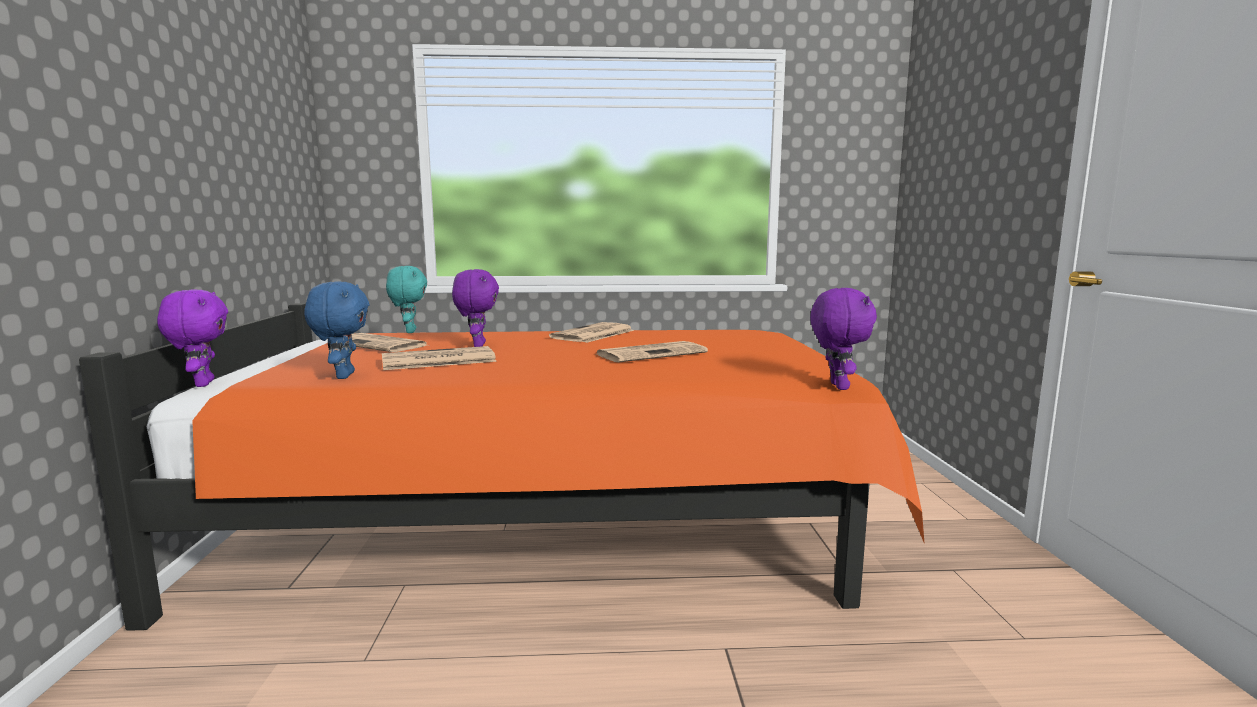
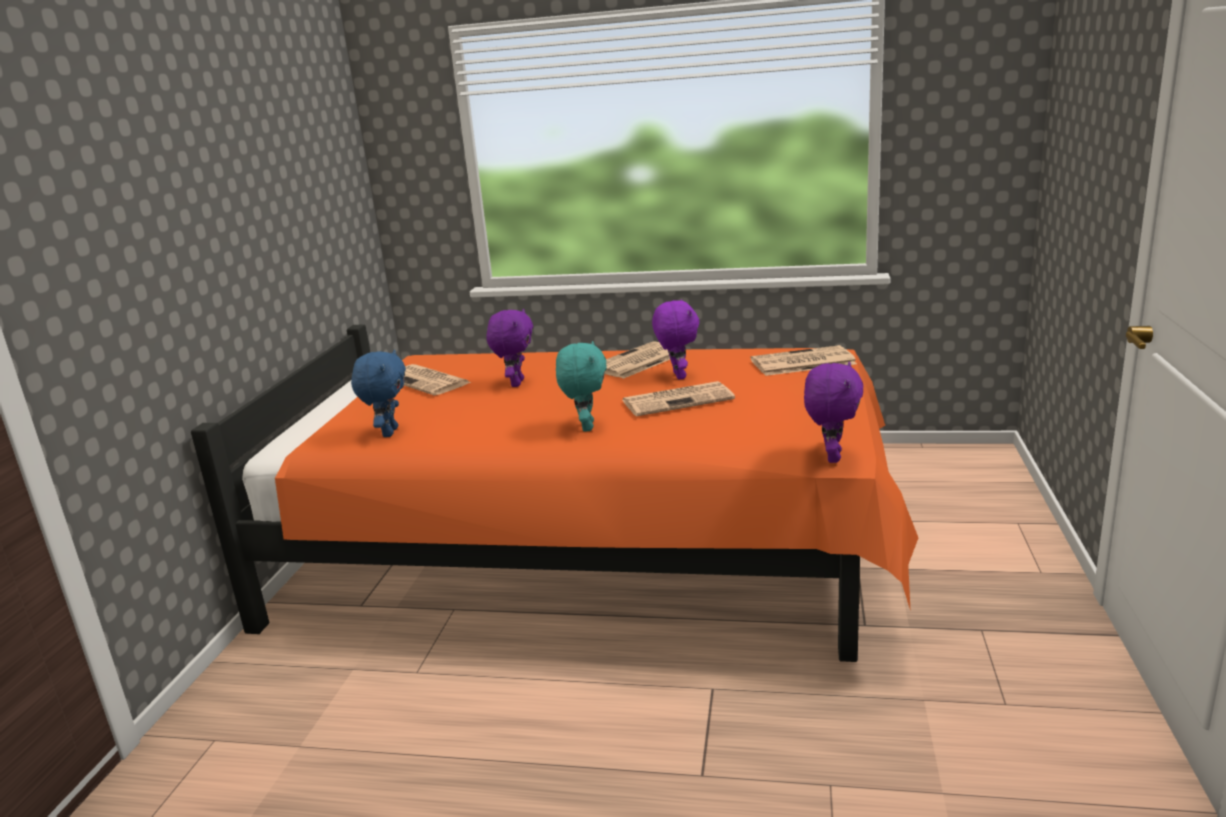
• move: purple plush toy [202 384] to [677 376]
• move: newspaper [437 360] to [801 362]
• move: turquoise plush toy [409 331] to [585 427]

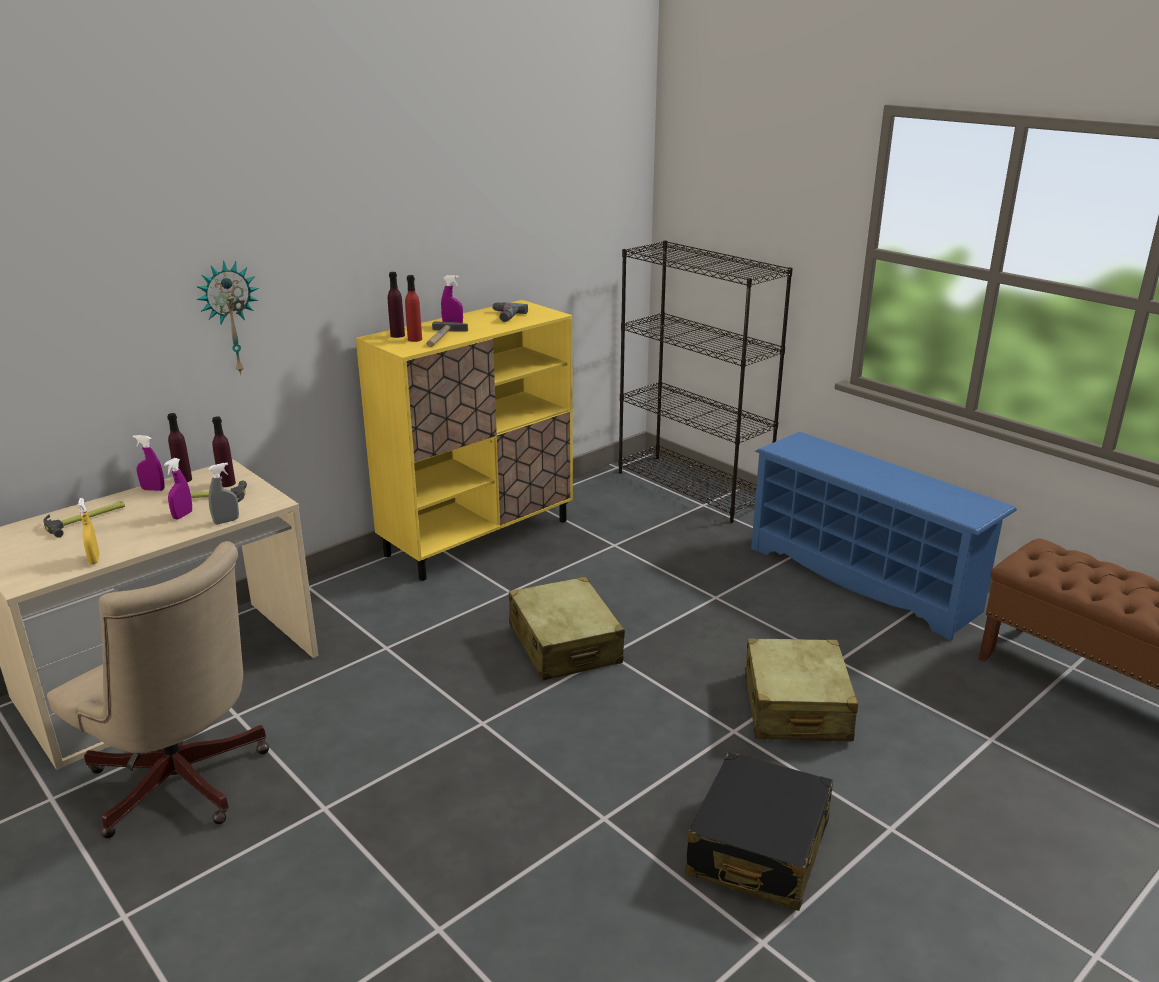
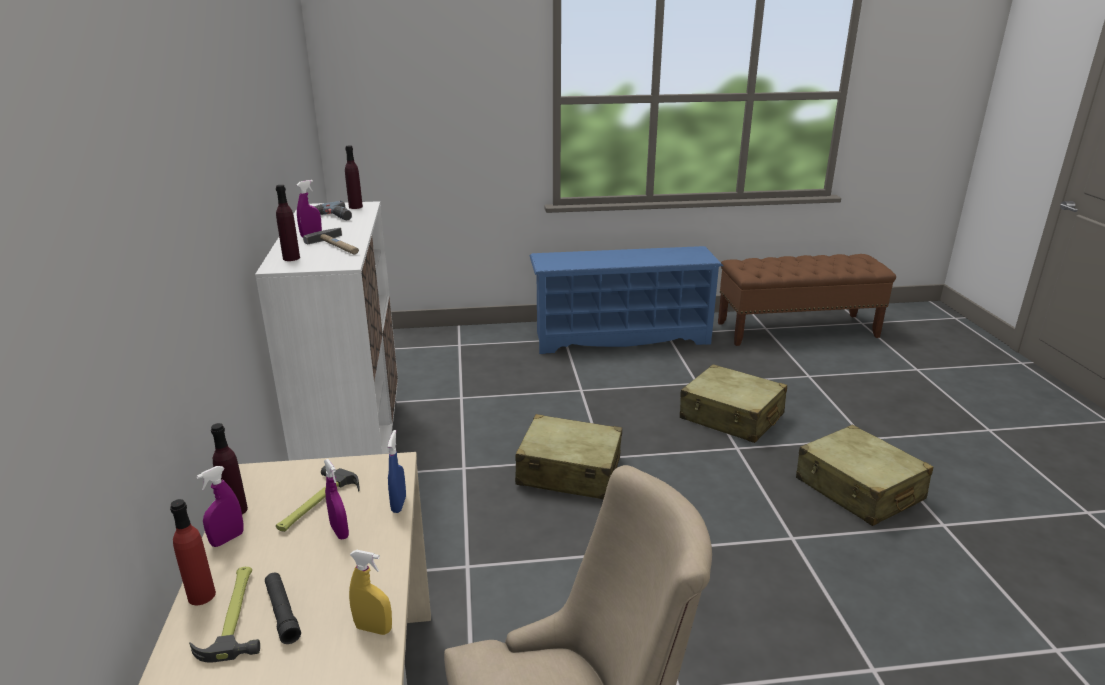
• delete: wall clock [229 318]
• delete: black bookcase [693 488]
• insert: black flashlight [282 613]
• move: purple bottle [227 483] to [355 207]
• move: red bottle [415 339] to [201 595]
• recolor: grey spray bottle [226 521] to blue spray bottle [399 504]
• recolor: yellow cabinet [478 537] to white cabinet [355 450]
• recolor: black suitcase [758 848] to beige suitcase [859 489]

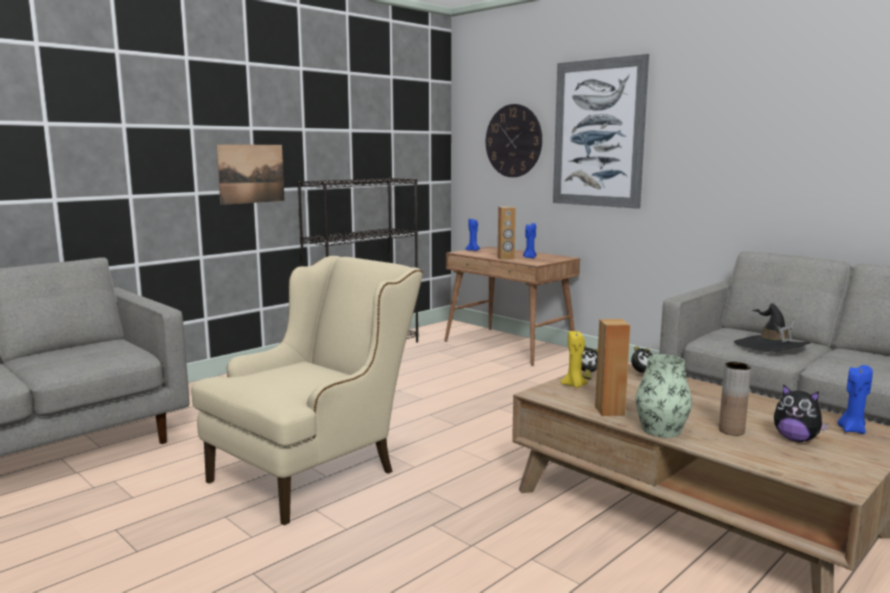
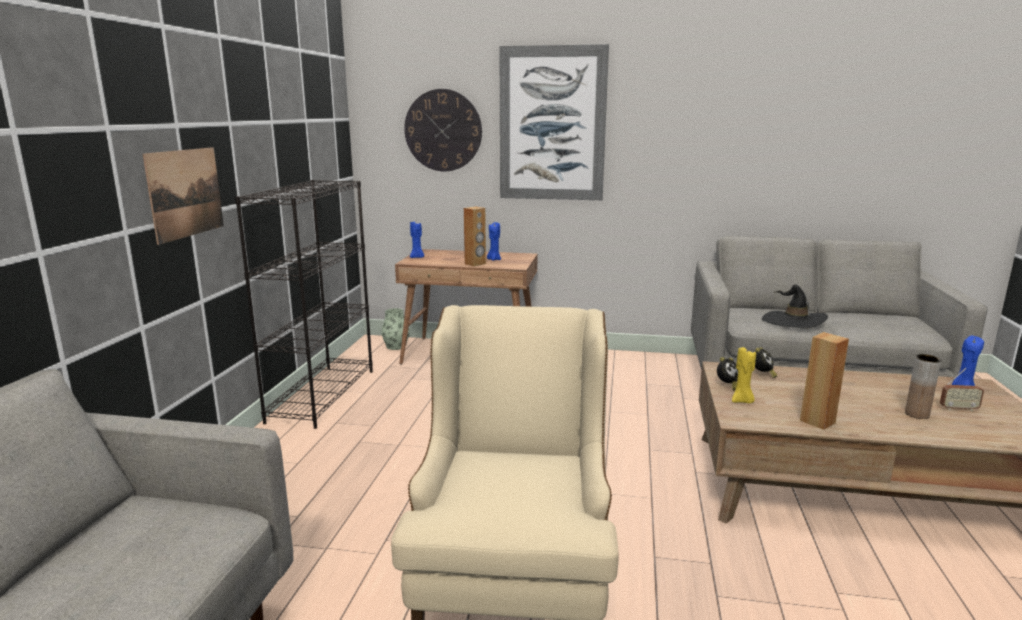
• move: vase [661 430] to [396 346]
• replace: plush toy [796 439] to radio [958 409]

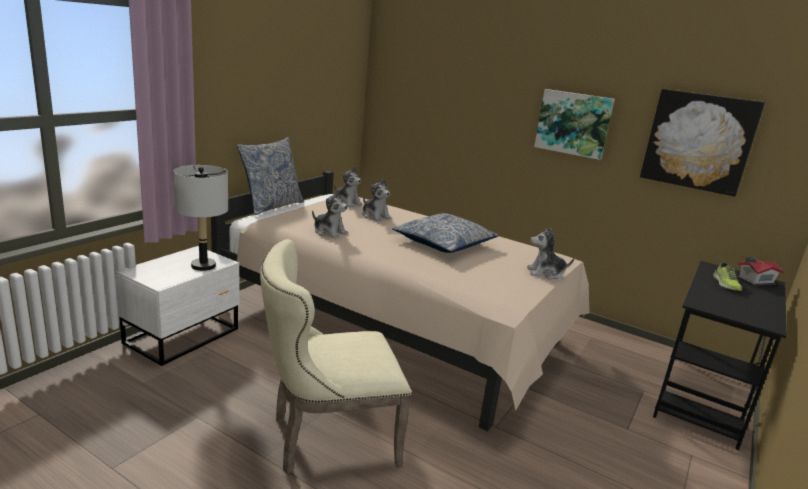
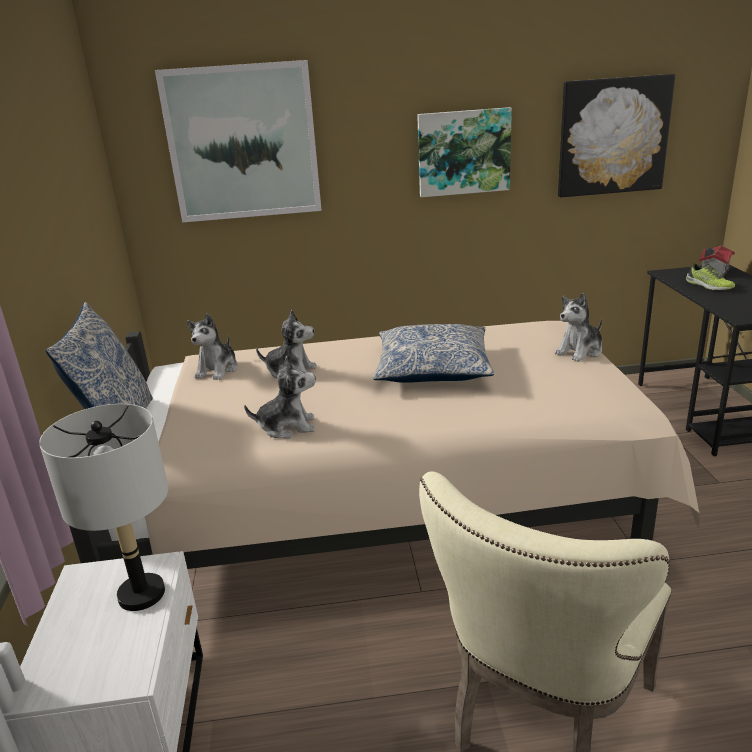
• insert: picture [243 143]
• rotate: plush toy [347 203] = [218 370] 105 degrees clockwise

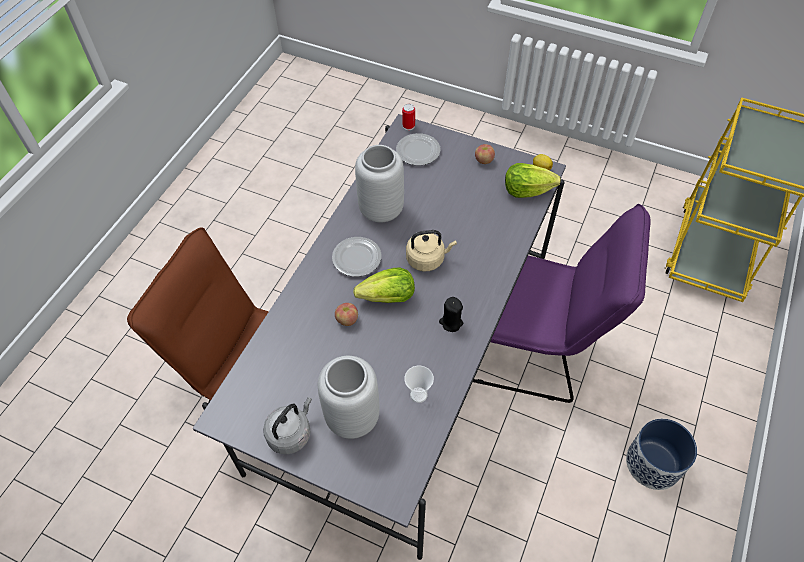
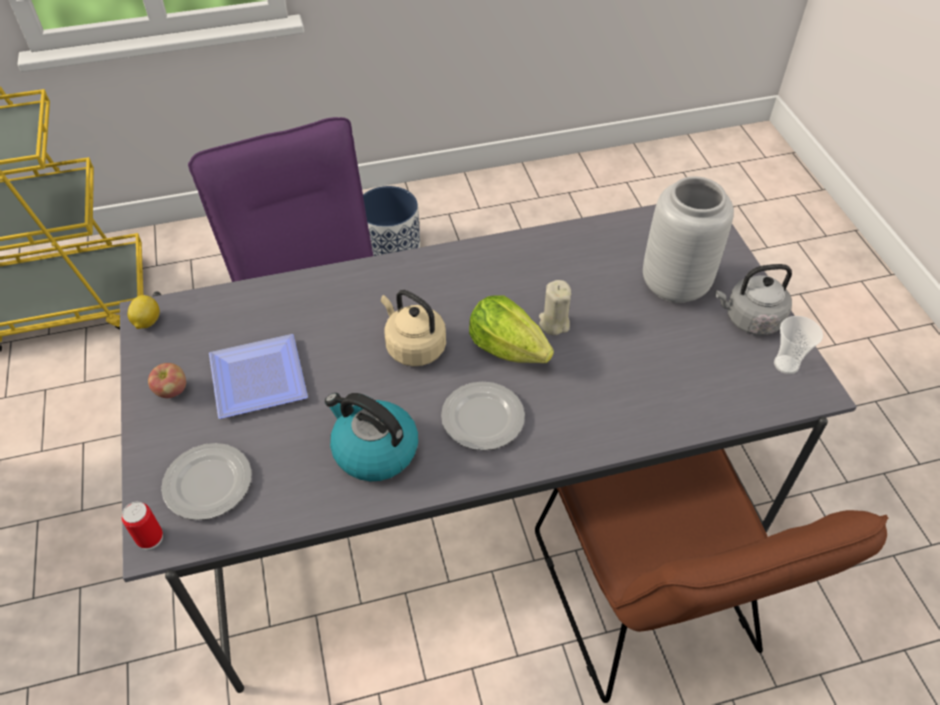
• delete: apple [347 320]
• delete: black candle [451 322]
• delete: lettuce [526 190]
• insert: plate [262 380]
• insert: beige candle [554 323]
• move: cup [418 395] to [786 364]
• replace: grey vase [380 210] to kettle [374 450]

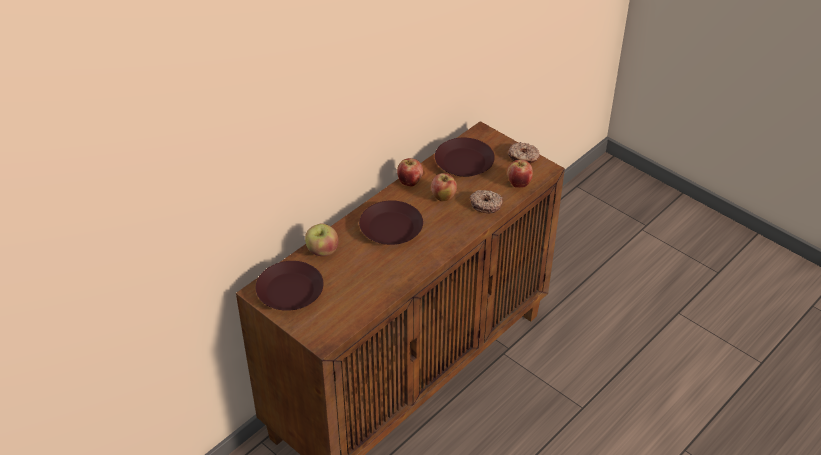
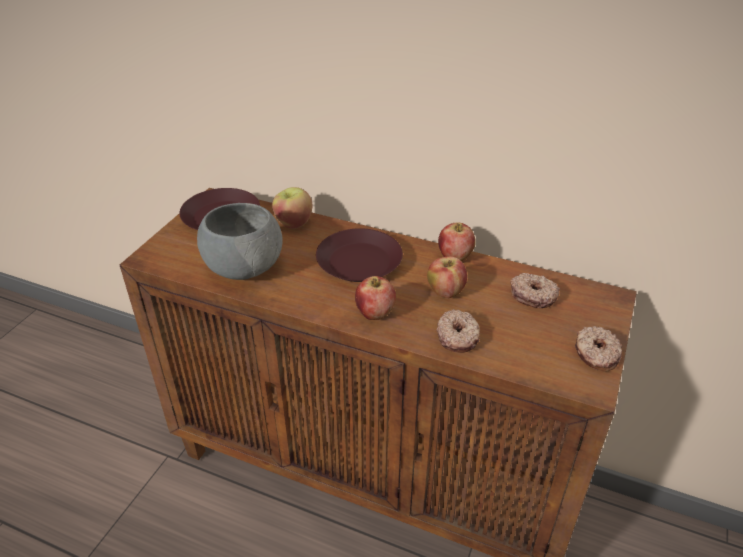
• insert: grey bowl [243 268]
• move: apple [519 183] to [375 314]
• replace: brown plate [464 162] to donut [533 295]

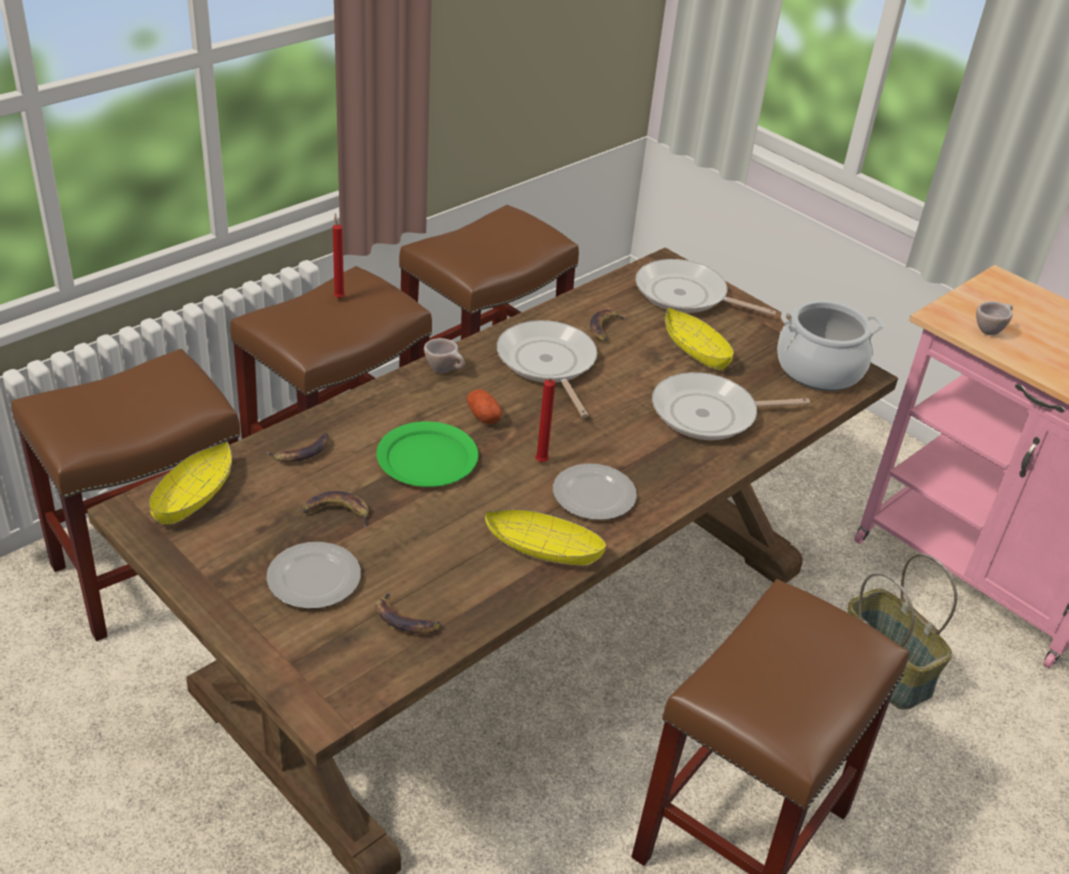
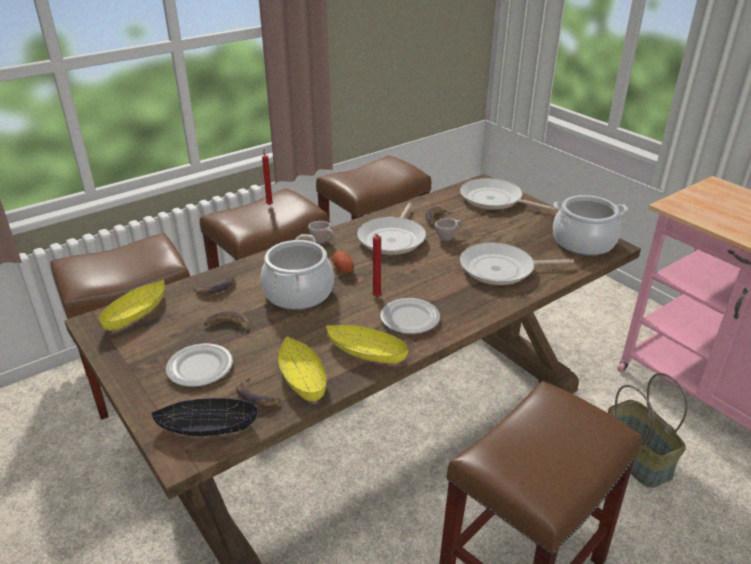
• insert: black bowl [207 426]
• move: yellow bowl [695 349] to [302 378]
• move: beige cup [990 330] to [448 238]
• replace: green plate [426 458] to cooking pot [298 293]
• rotate: frying pan [547 364] = [393 238] 150 degrees counterclockwise

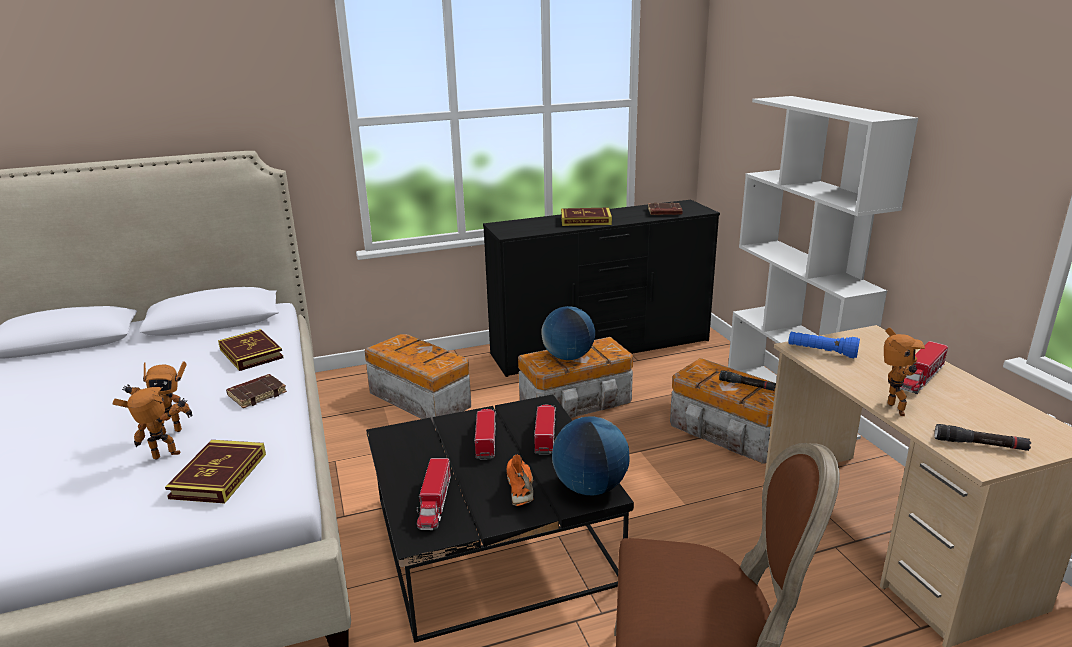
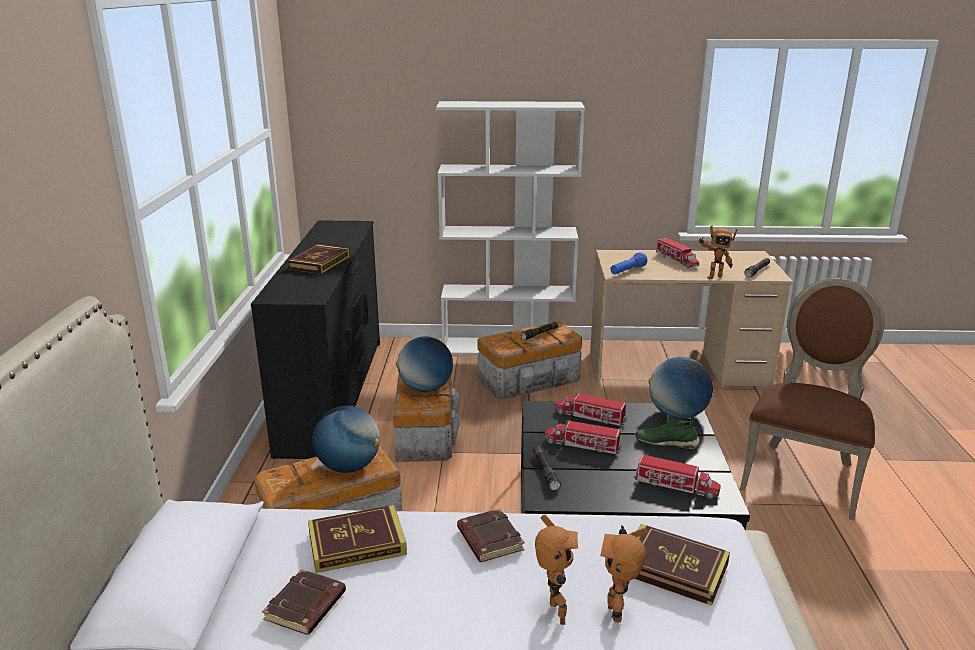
• insert: globe [349 467]
• insert: black flashlight [545 472]
• move: brown book [664 212] to [306 607]
• recolor: orange shoe [520 487] to green shoe [666 442]
• rotate: toy robot [892 410] = [713 276] 150 degrees clockwise

